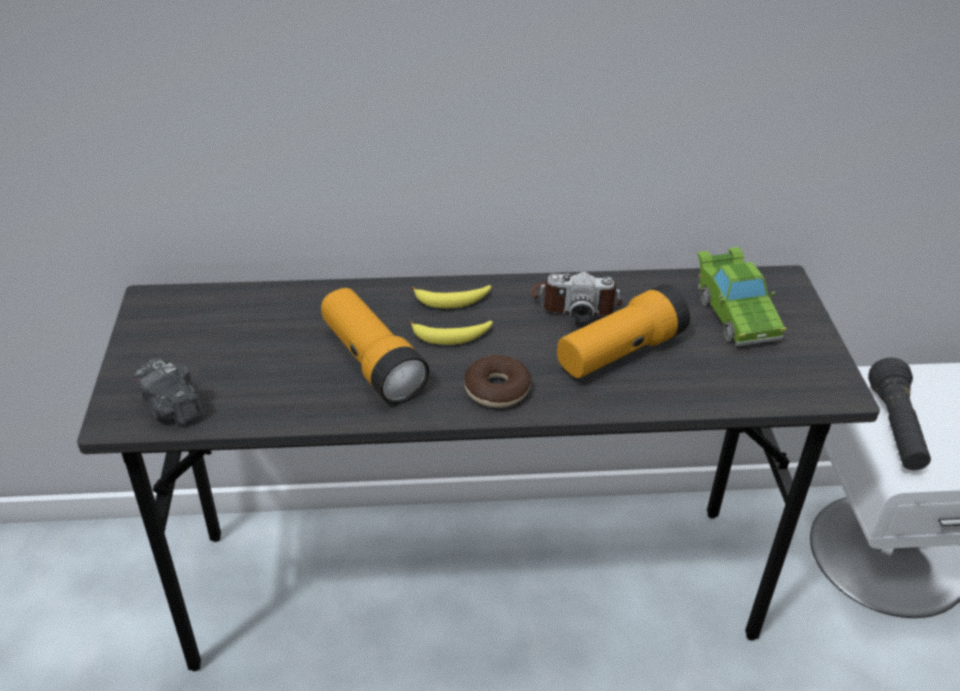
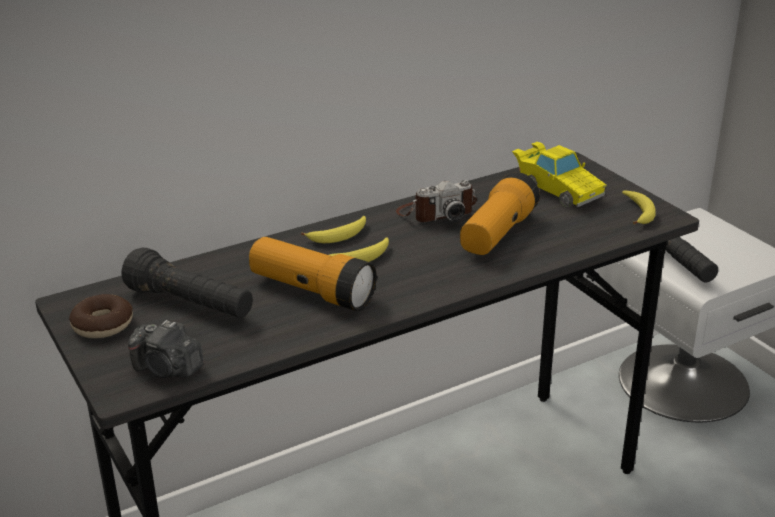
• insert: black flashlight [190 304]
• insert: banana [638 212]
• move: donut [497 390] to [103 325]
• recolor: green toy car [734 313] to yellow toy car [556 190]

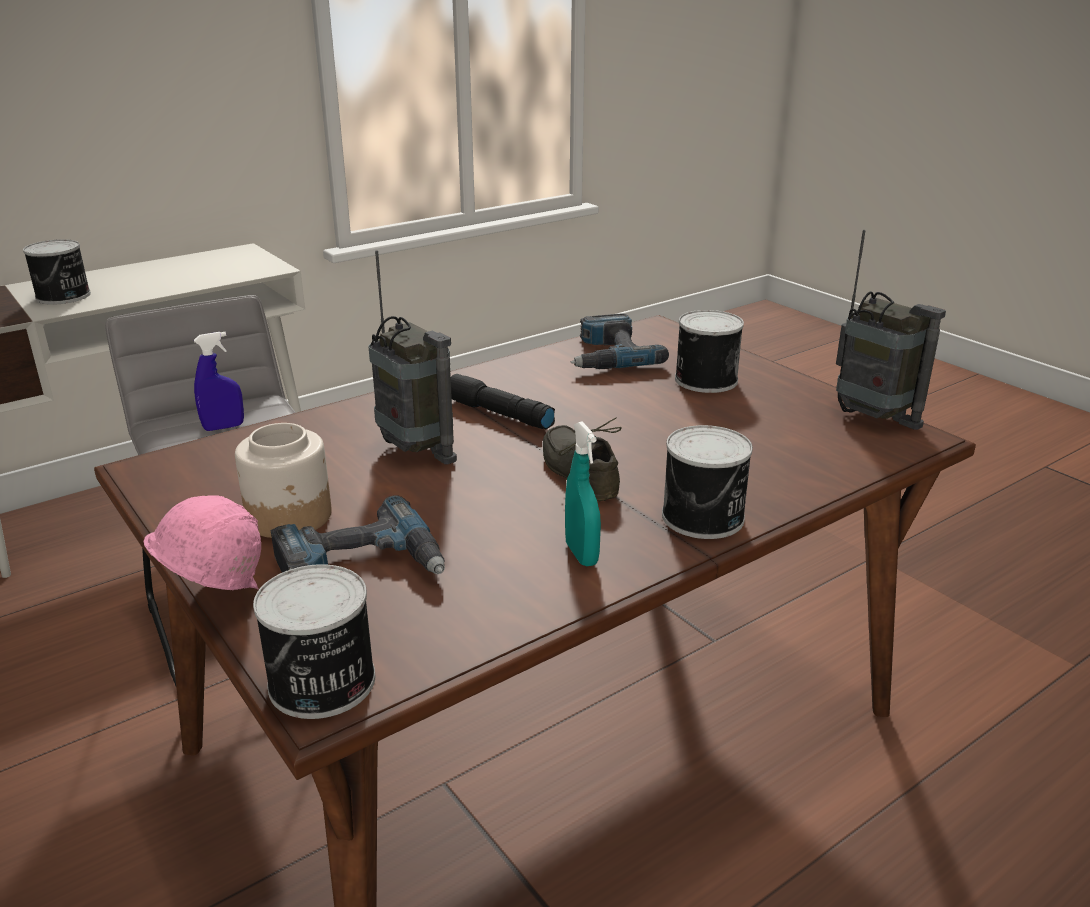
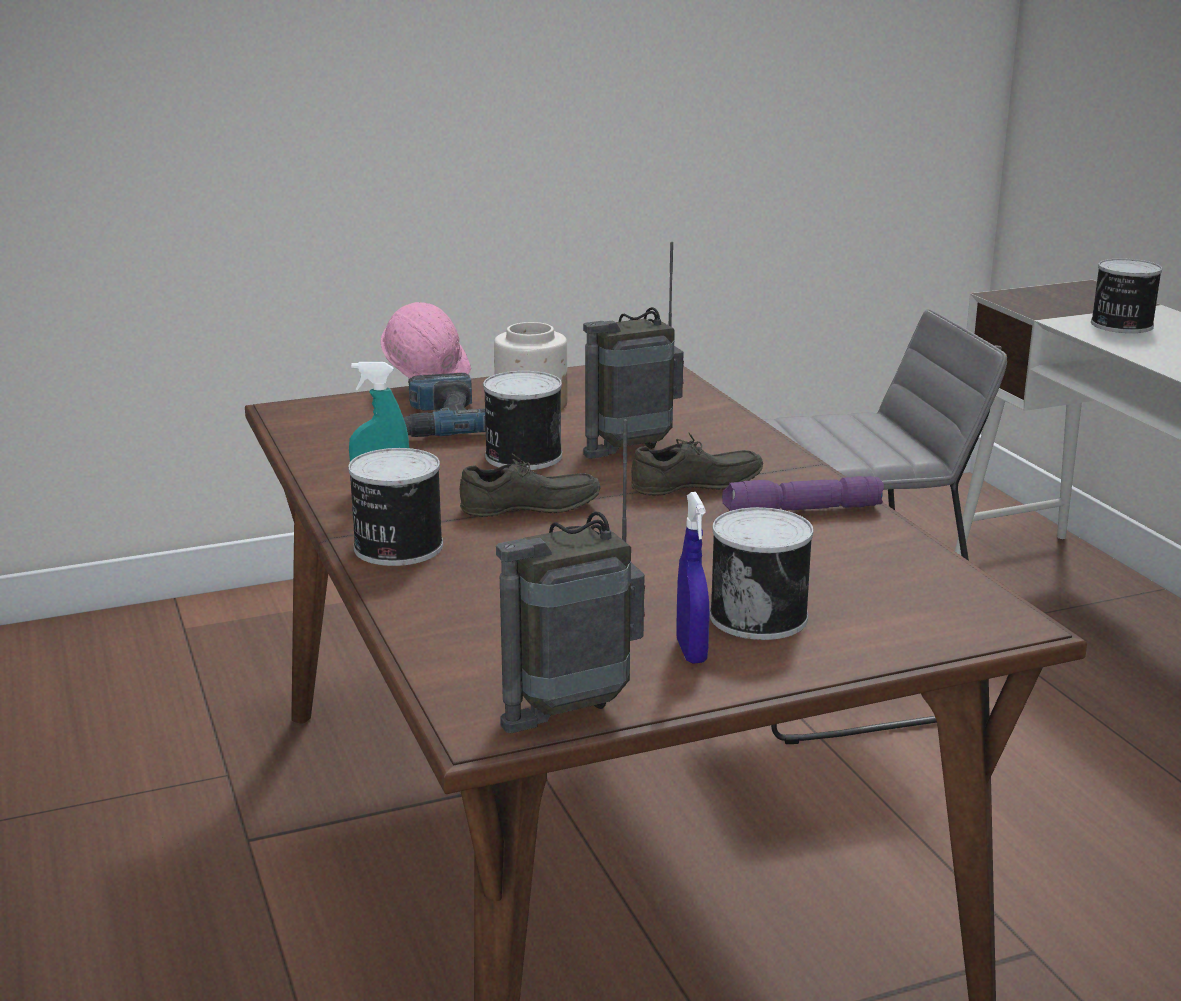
• delete: power drill [608 355]
• insert: purple flashlight [801 512]
• move: blue spray bottle [224 427] to [691 651]
• move: can [322 684] to [521 456]
• replace: black flashlight [497 414] to grey shoe [698 486]

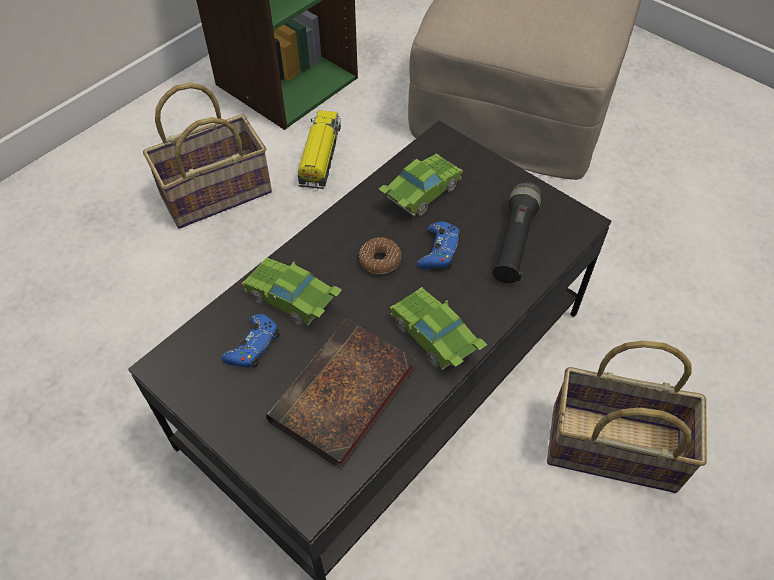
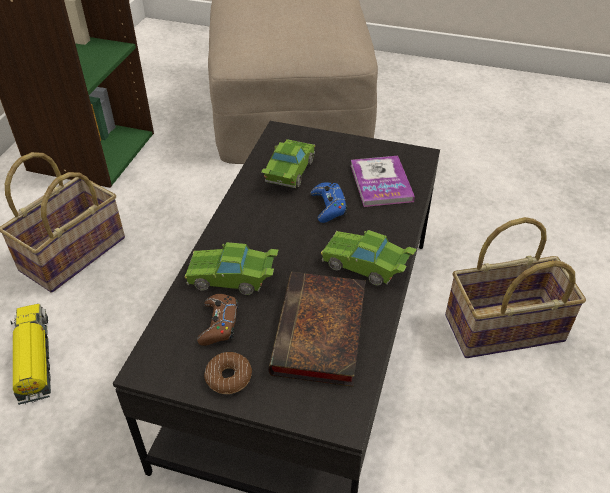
• move: toy truck [320 156] to [34 359]
• move: donut [380 260] to [229 377]
• replace: black flashlight [514 241] to book [381 183]
• recolor: blue game controller [253 346] to brown game controller [219 324]

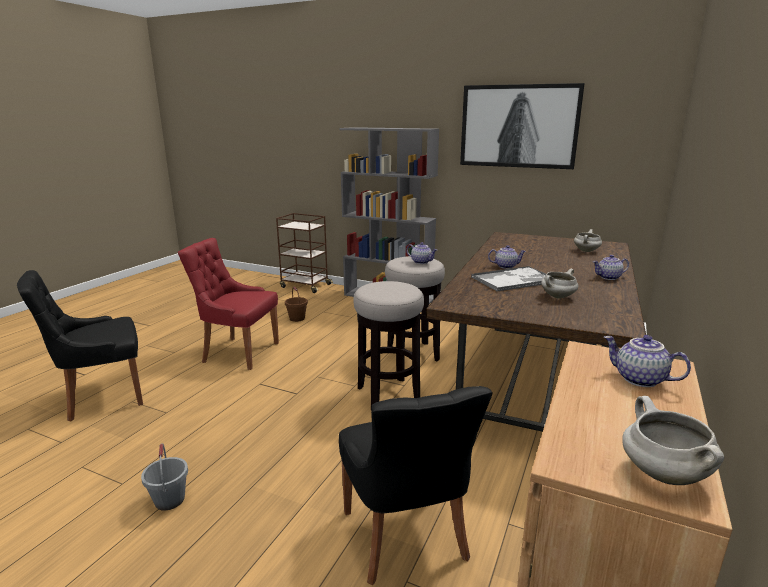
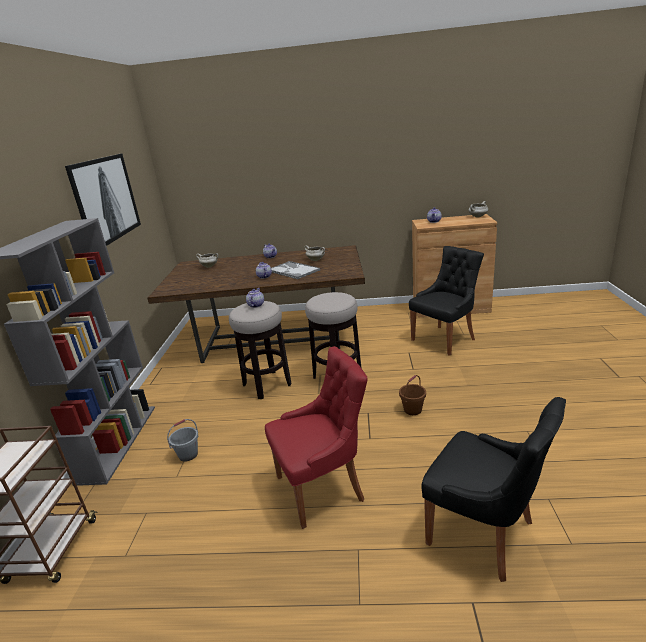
• move: grey bucket [169 500] to [188 455]
• move: brown bucket [297 318] to [412 409]
• rotate: red chair [238 352] = [323 487] 105 degrees counterclockwise

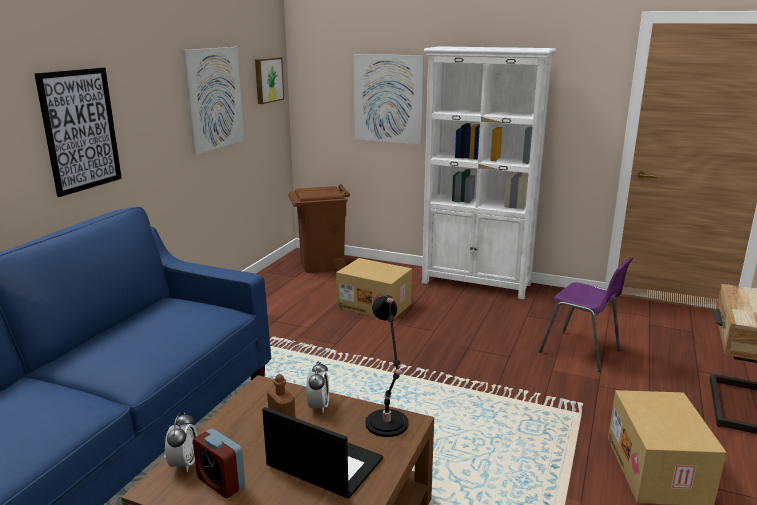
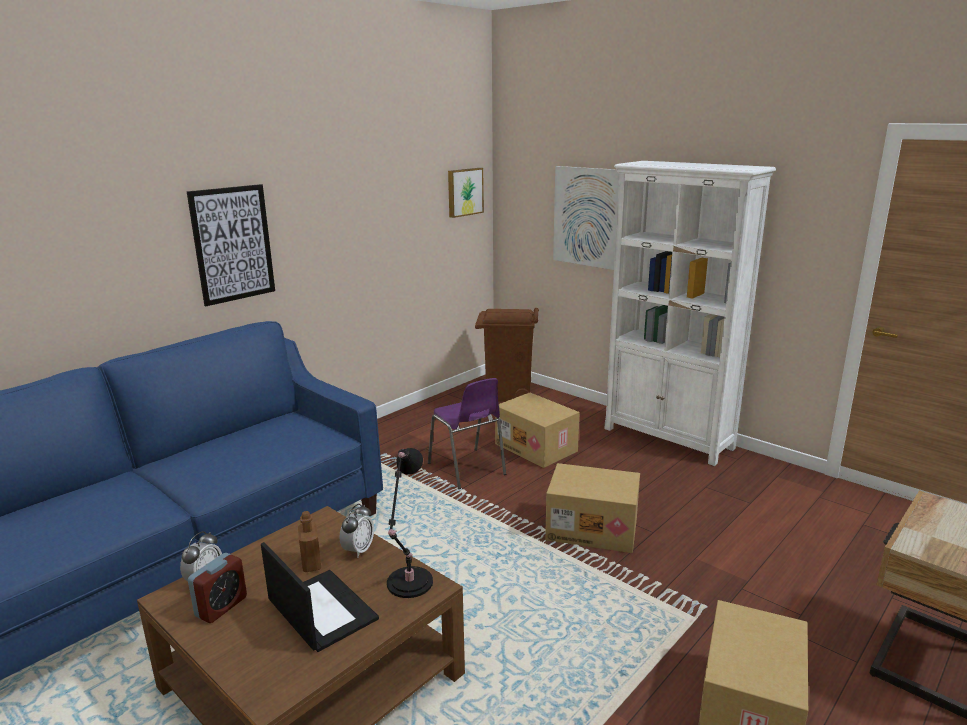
• delete: picture [214 98]
• insert: cardboard box [593 528]
• move: purple chair [581 352] to [467 470]
• rotate: alarm clock [221 482] = [221 607] 120 degrees counterclockwise

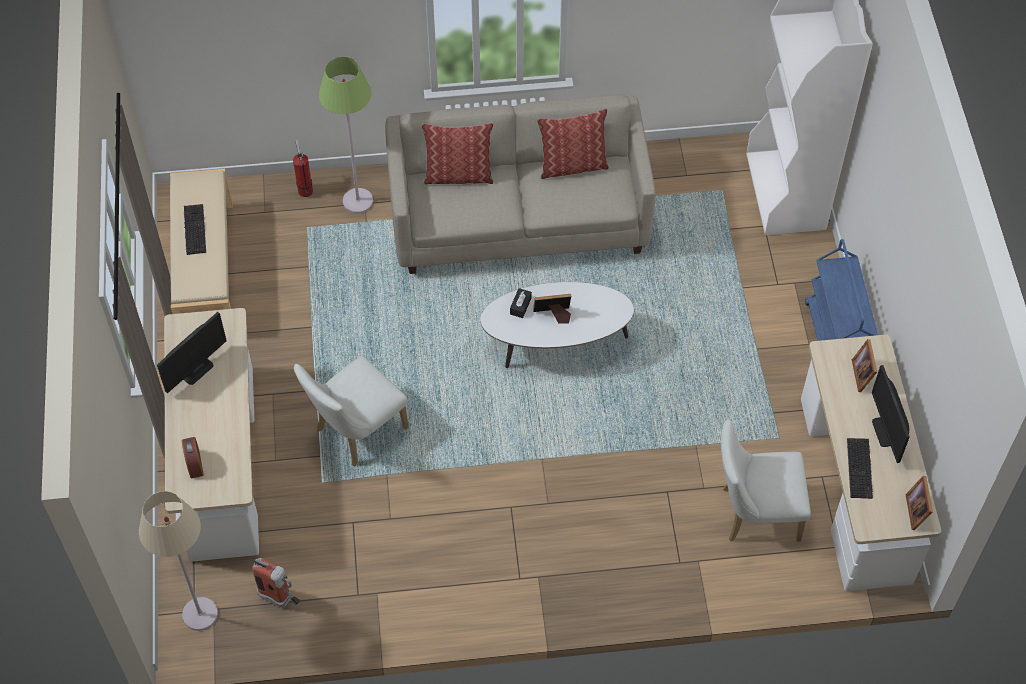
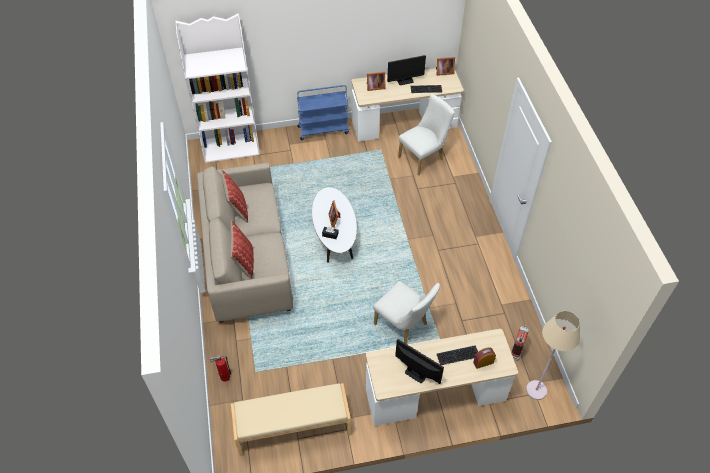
• delete: green floor lamp [358 201]
• move: keyboard [194 229] to [457 356]
• rotate: white chair [754 513] = [423 157] 120 degrees counterclockwise

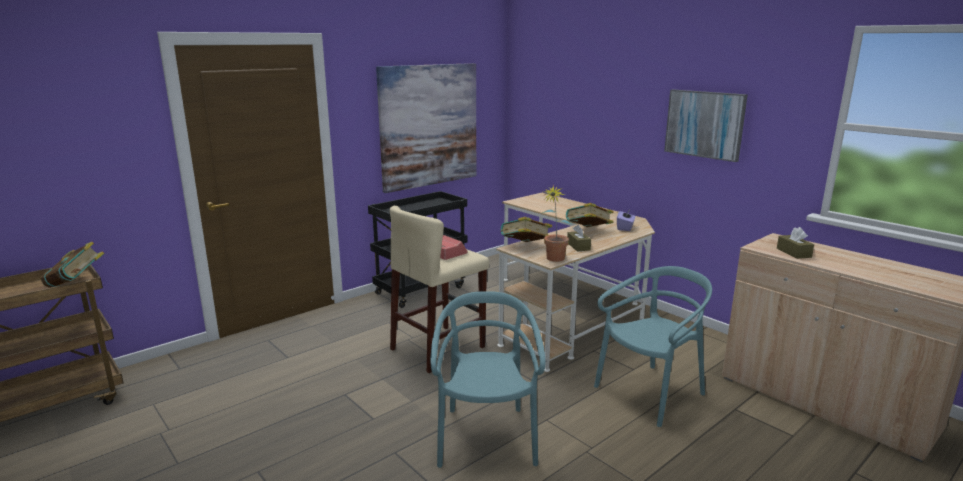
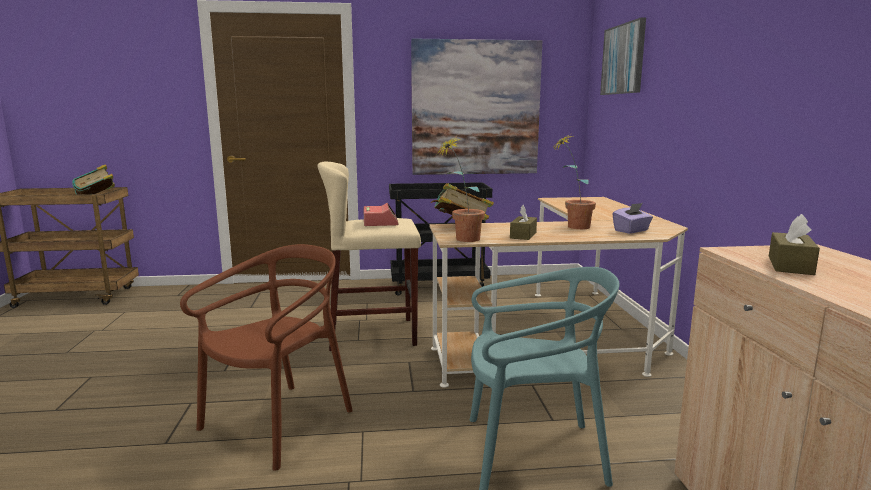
• move: picture [704 124] to [623 59]
• replace: book [588 231] to potted plant [572 227]
• recolor: turquoise chair [486 438] to brown chair [279 423]

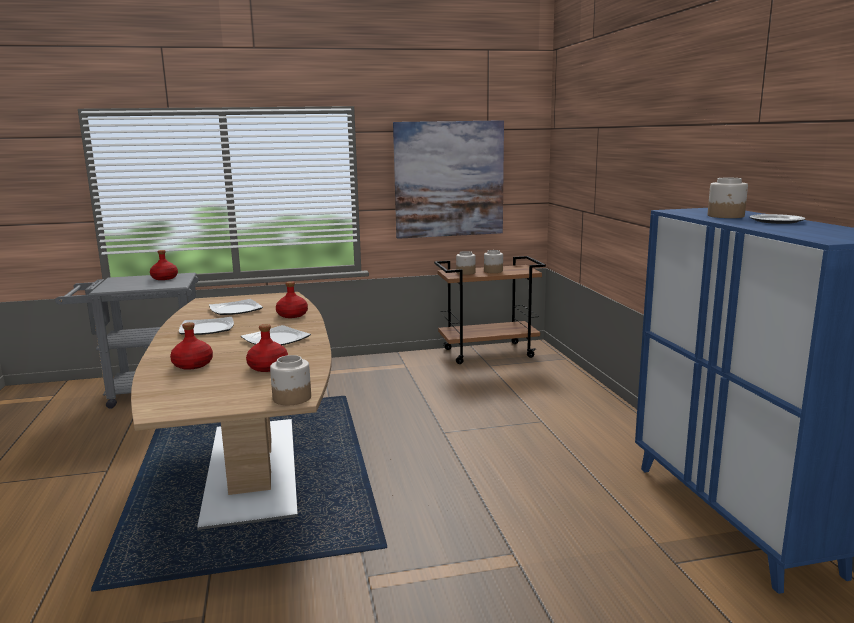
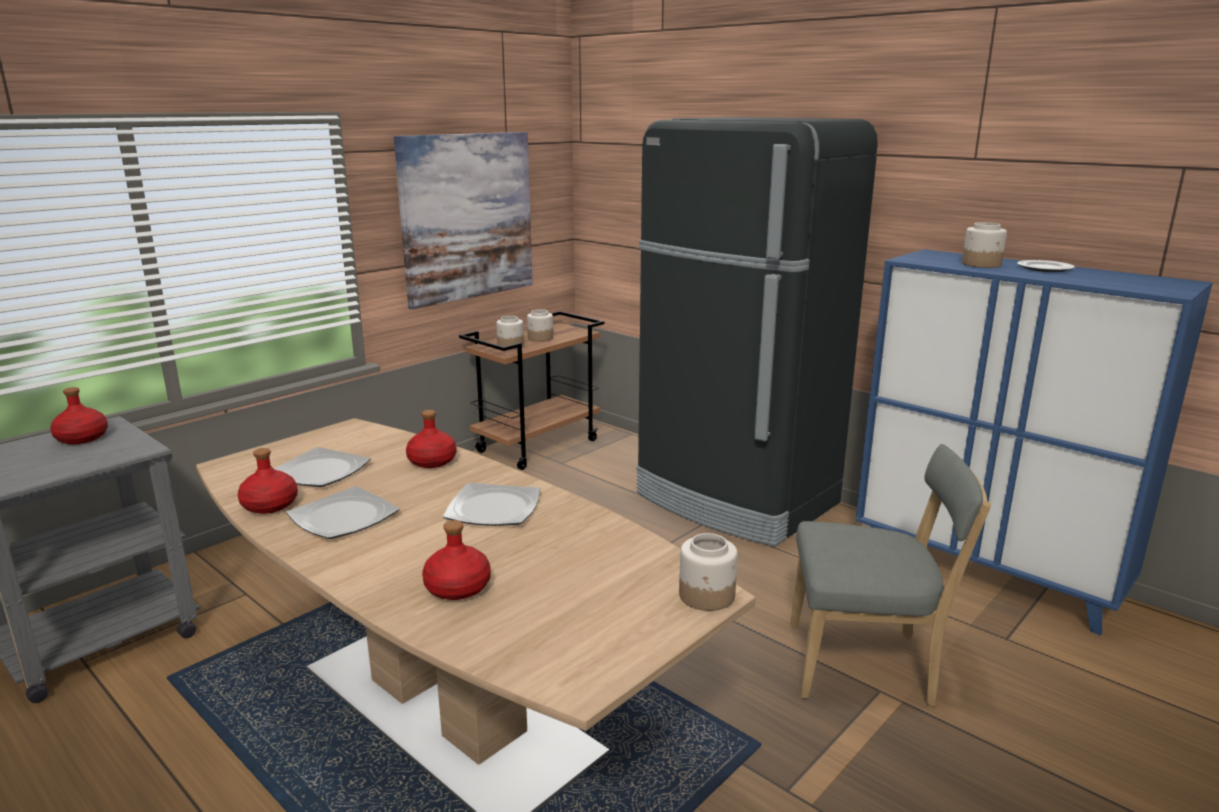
• insert: black fridge [736 500]
• insert: grey chair [867 665]
• move: red bottle [268 367] to [270 505]

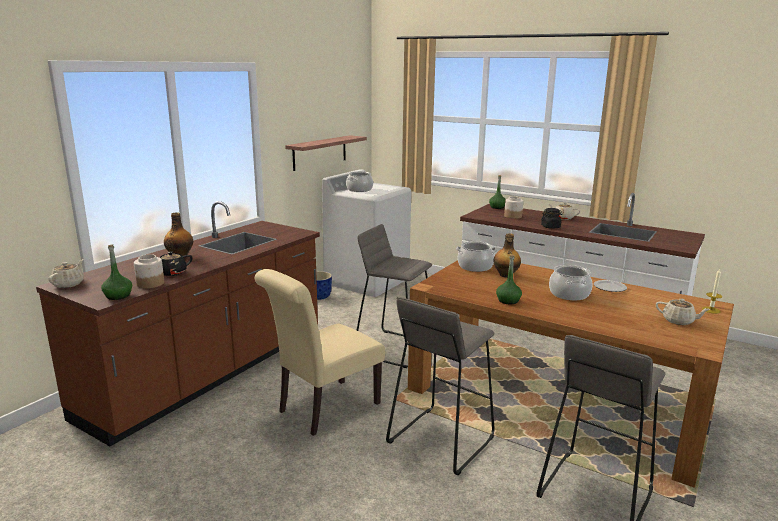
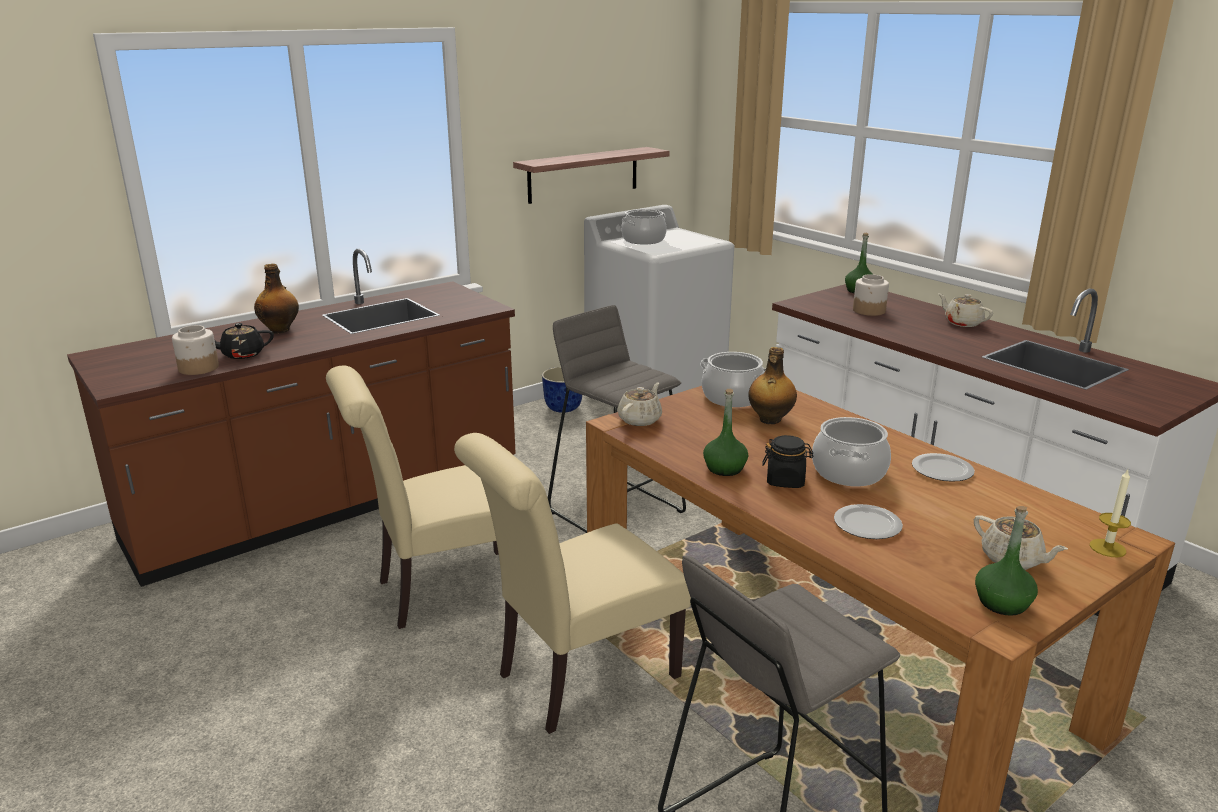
• insert: plate [866 524]
• move: beige teapot [69 284] to [640 419]
• move: green bottle [118 296] to [1002 603]
• move: black jar [550 227] to [785 481]
• replace: grey stool [440 440] to beige chair [578 678]

